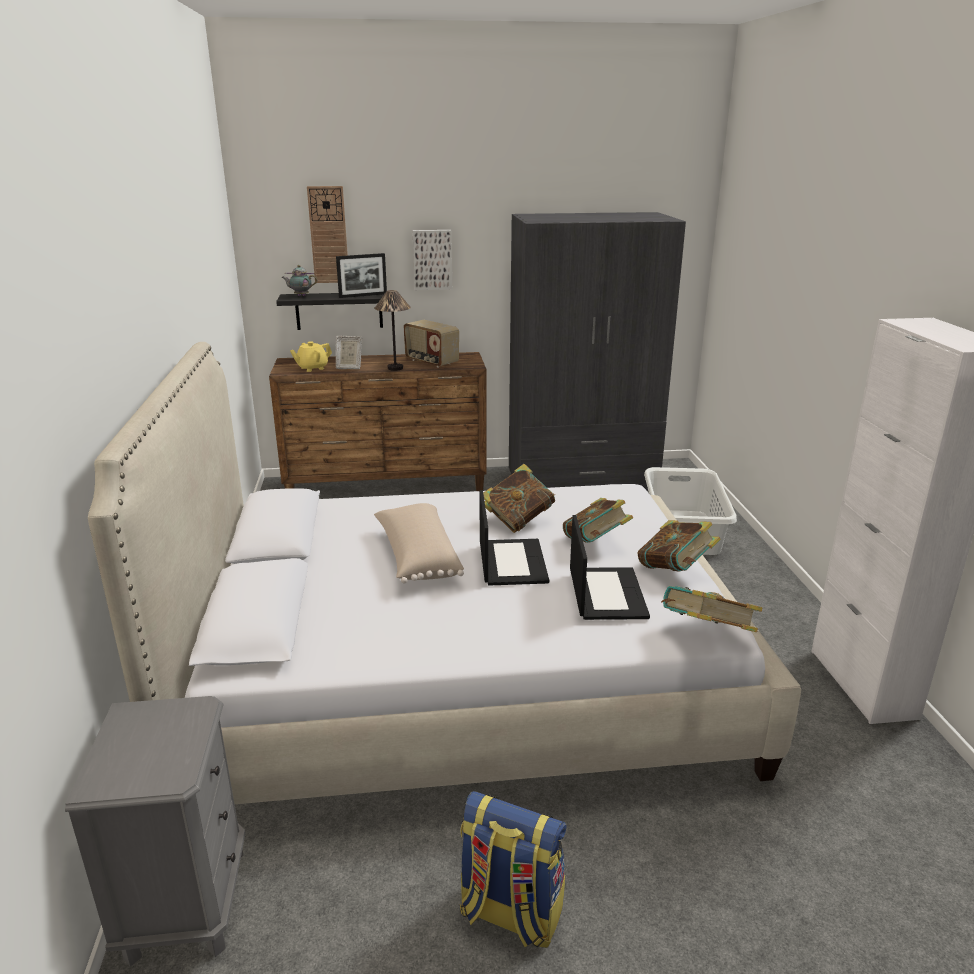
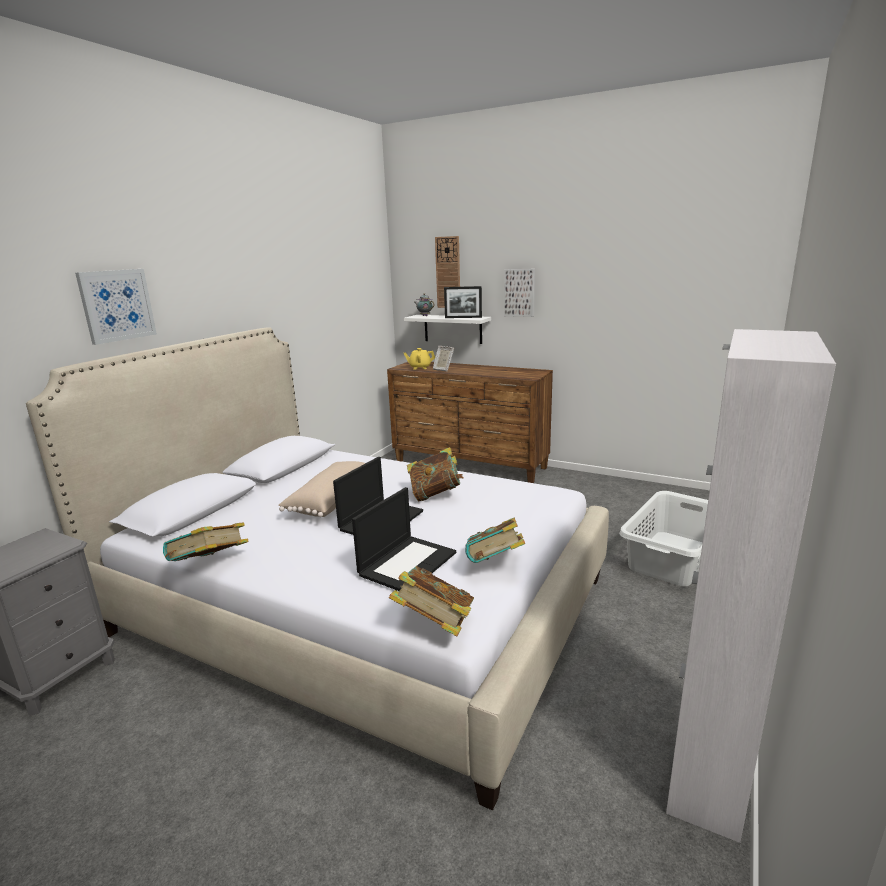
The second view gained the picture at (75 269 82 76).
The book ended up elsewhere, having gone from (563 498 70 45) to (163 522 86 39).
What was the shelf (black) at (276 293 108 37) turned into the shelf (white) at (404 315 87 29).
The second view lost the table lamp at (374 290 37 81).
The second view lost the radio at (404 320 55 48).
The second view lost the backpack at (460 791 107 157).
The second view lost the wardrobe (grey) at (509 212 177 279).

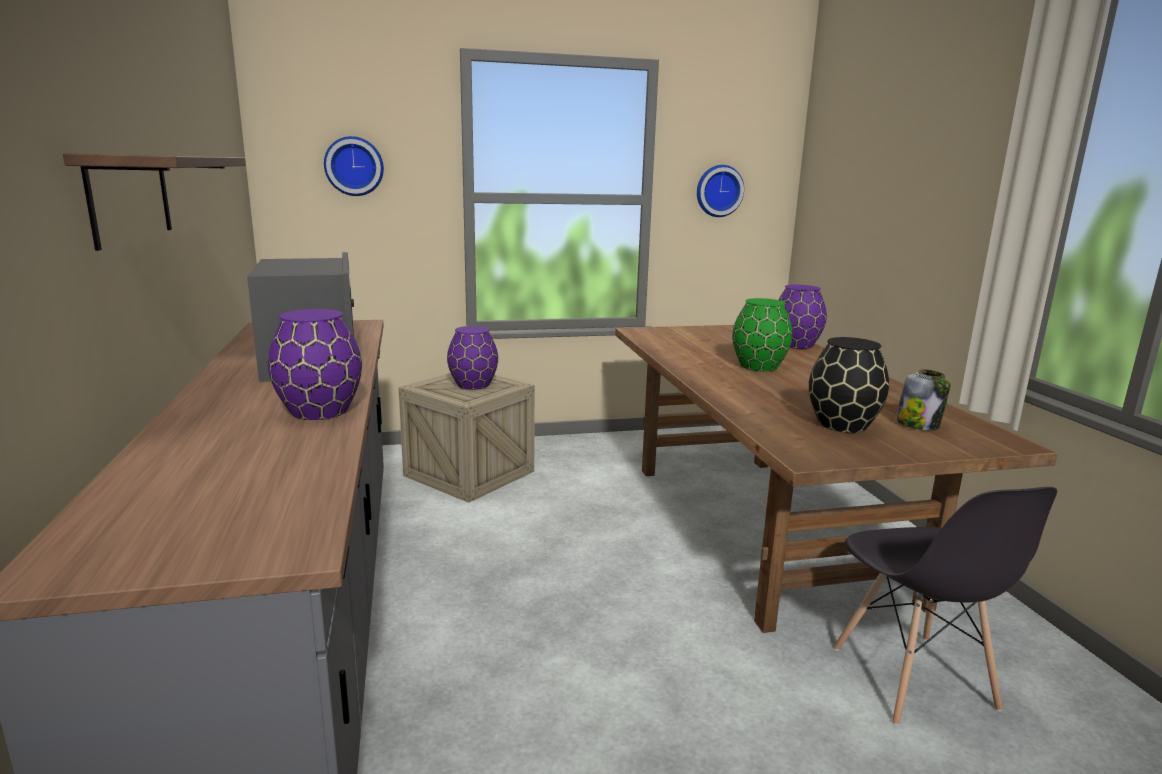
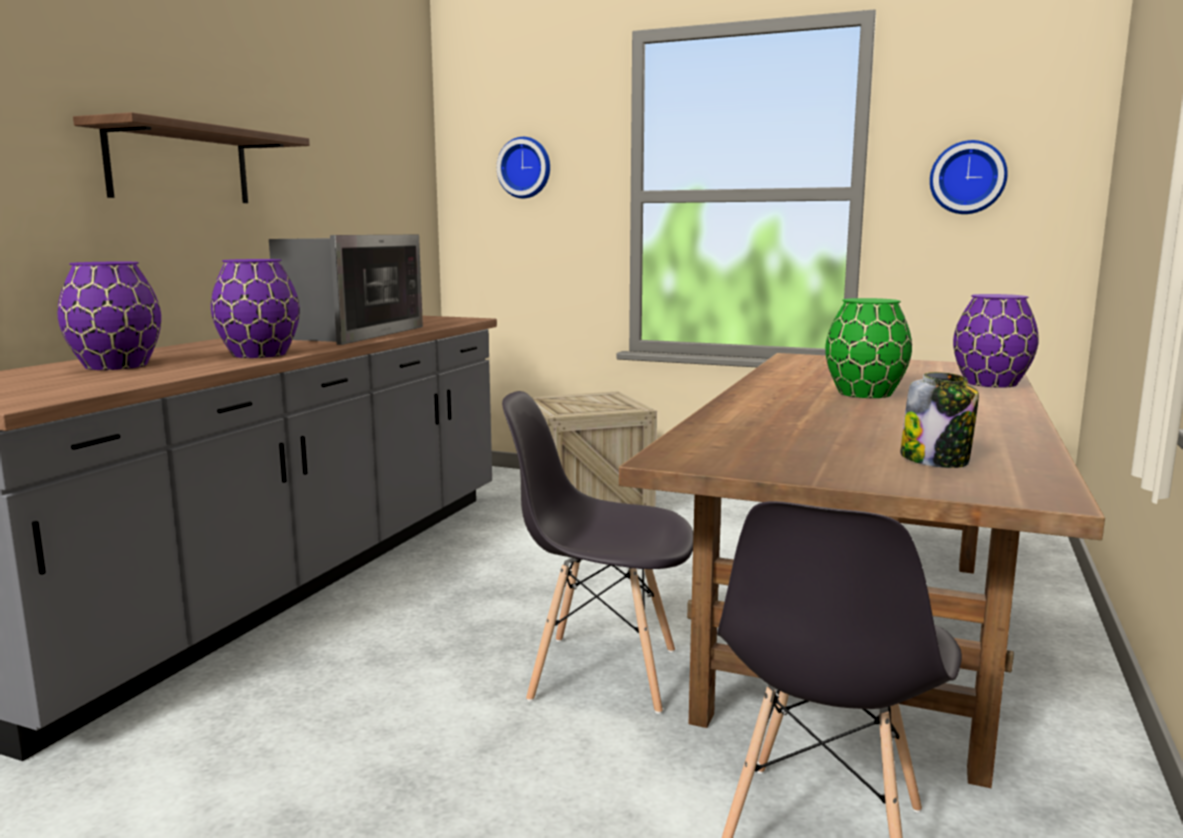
The vase (purple) ended up elsewhere, having gone from (447 326 51 64) to (57 262 104 108).
The second view gained the chair (grey) at (502 391 191 323).
The second view lost the vase (black) at (809 337 80 96).

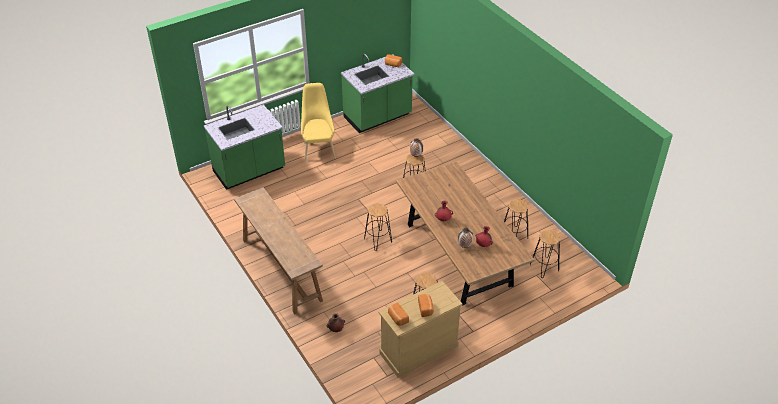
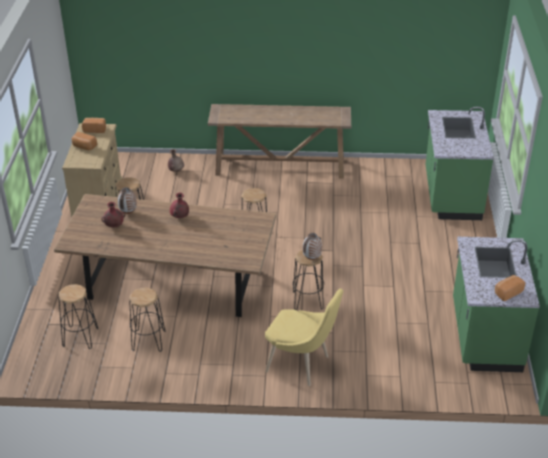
The chair (yellow) ended up elsewhere, having gone from (301 83 35 79) to (265 289 78 97).

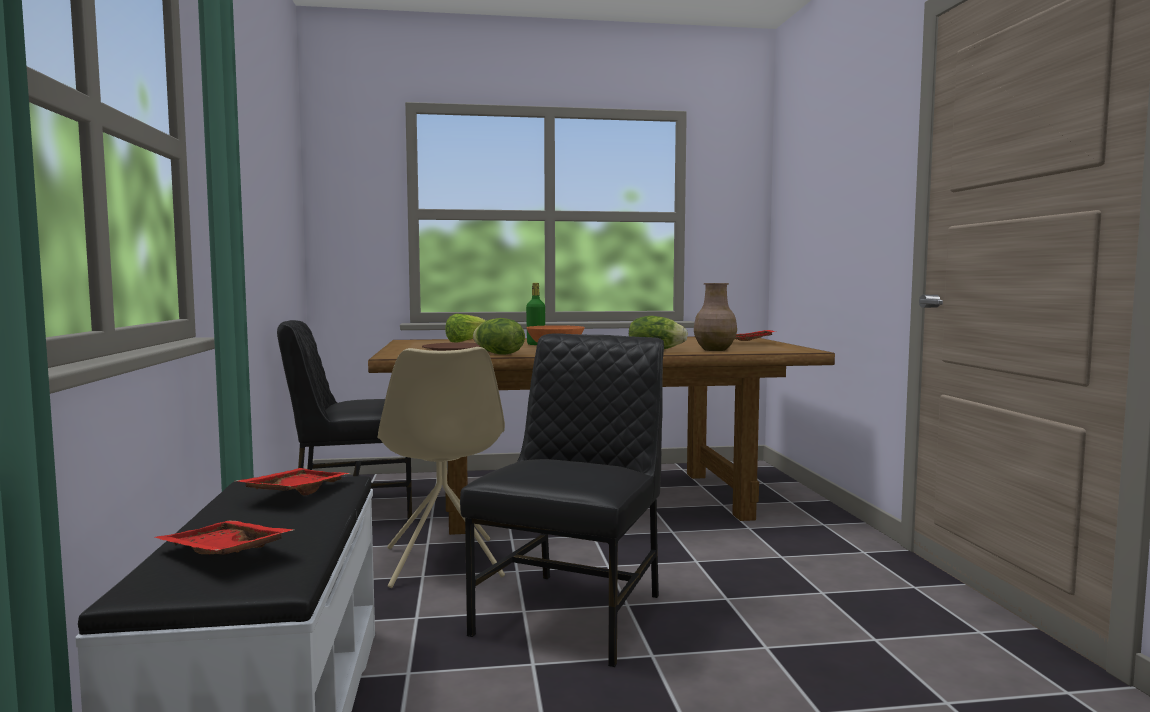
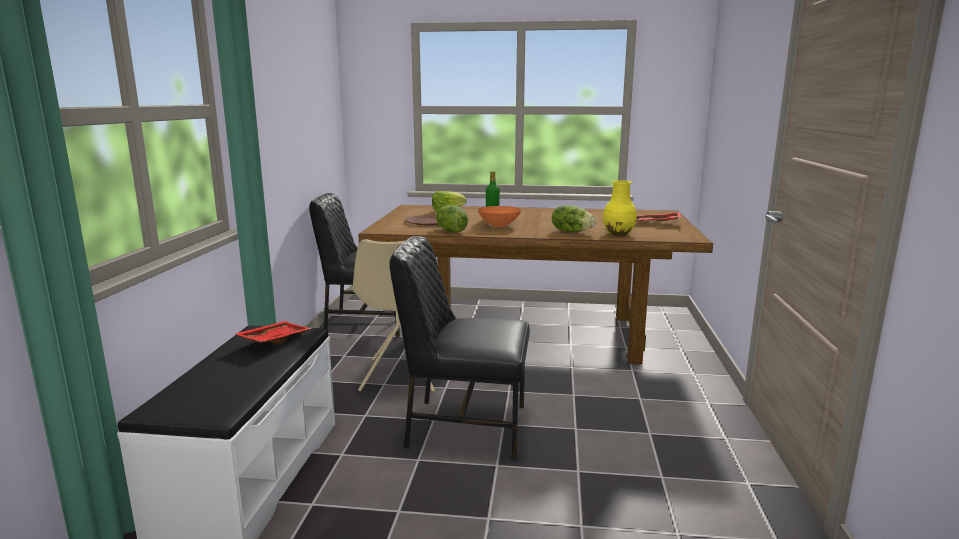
The chair (black) at (460 333 204 334) ended up facing another way, 120 degrees counterclockwise from before.
What was the vase (brown) at (694 283 43 68) turned into the vase (yellow) at (602 180 35 56).
The second view lost the tray (red) at (155 521 139 34).

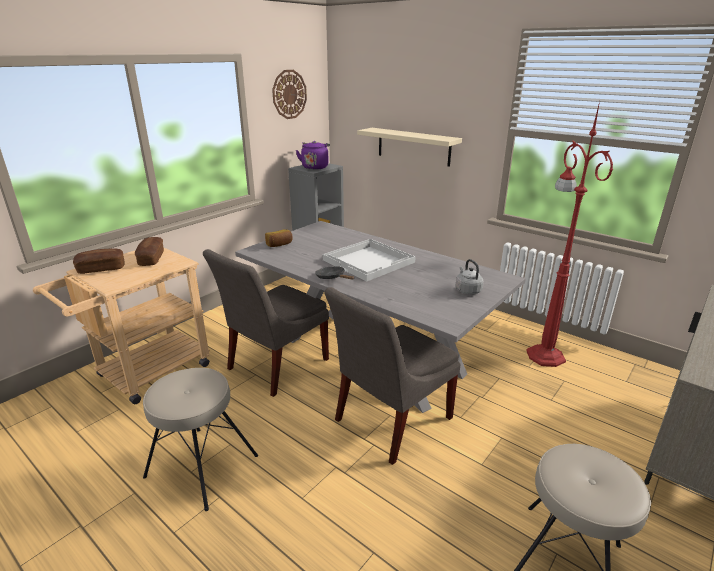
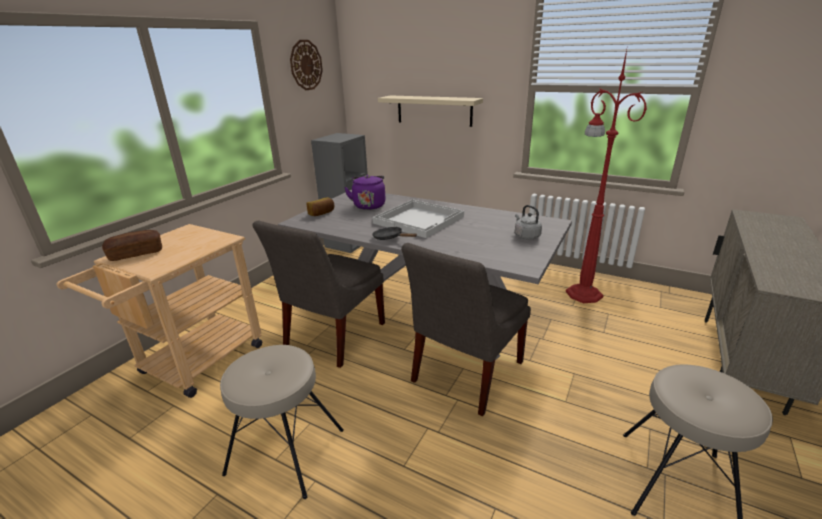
The kettle (purple) ended up elsewhere, having gone from (296 141 34 29) to (344 175 42 35).
The second view lost the bread at (135 237 29 29).

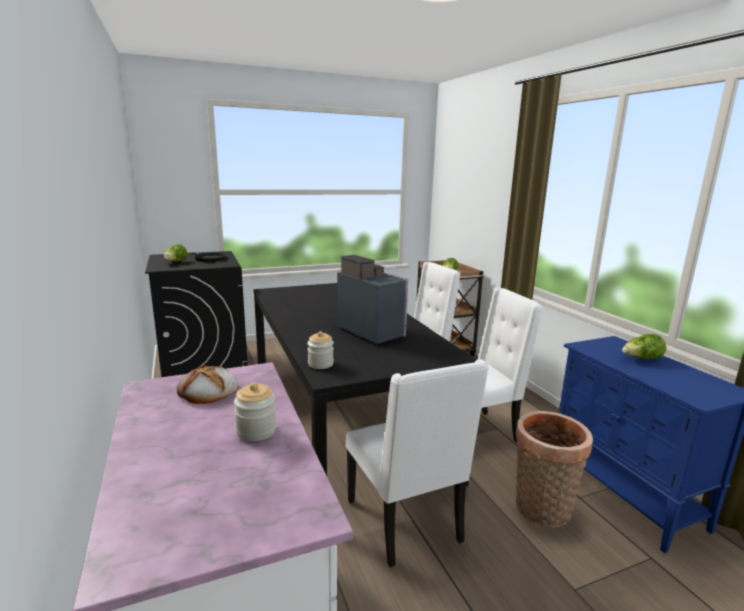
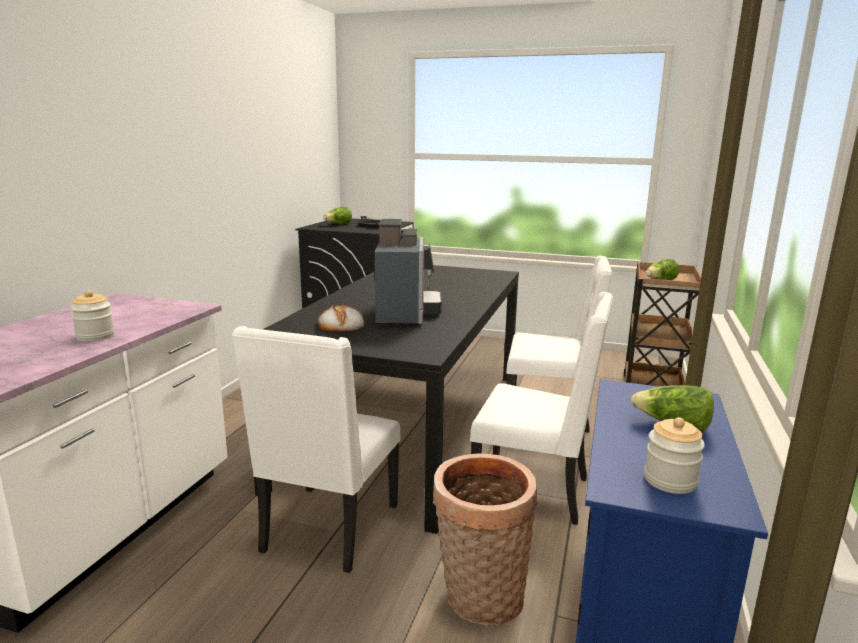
The bread ended up elsewhere, having gone from (177 365 61 39) to (318 304 46 28).
The jar ended up elsewhere, having gone from (307 331 27 38) to (644 417 61 77).

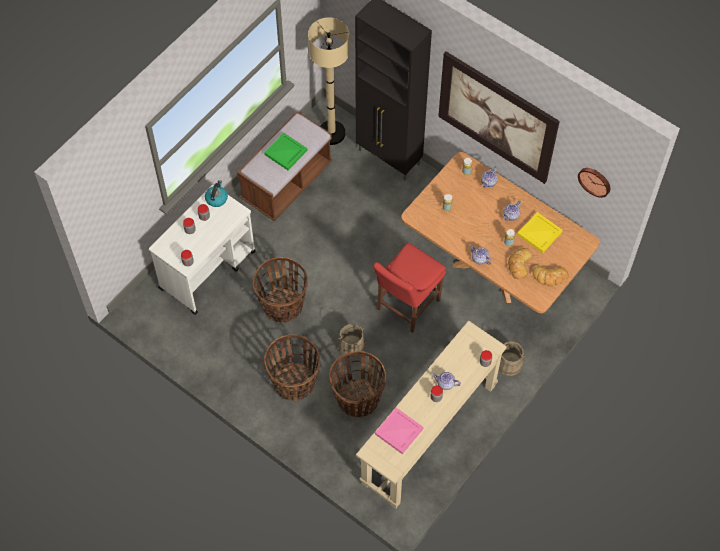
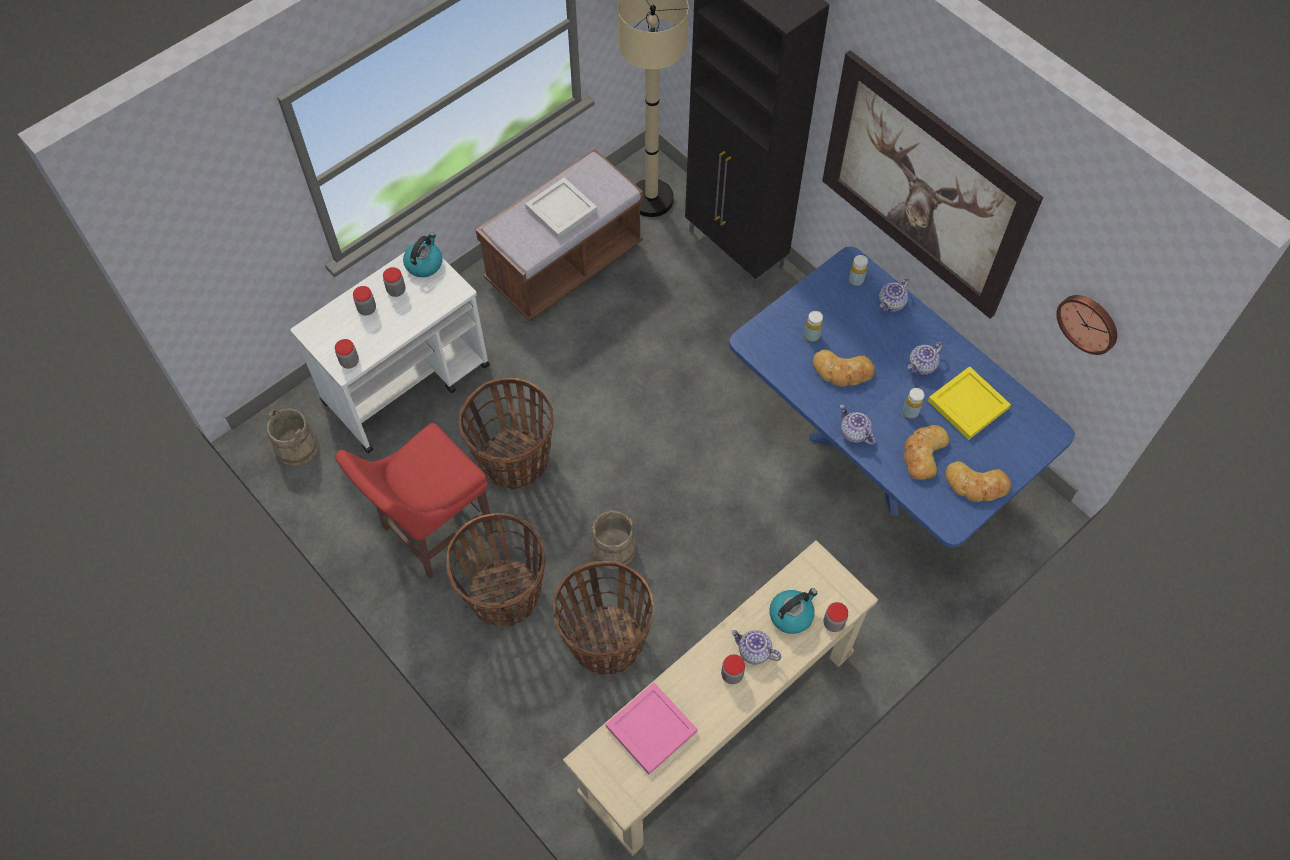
The bucket (beige) ended up elsewhere, having gone from (499 341 26 35) to (267 408 51 58).
The chair (red) ended up elsewhere, having gone from (373 243 73 90) to (335 423 158 156).
What was the tray (green) at (264 133 43 37) turned into the tray (white) at (525 177 72 62).
What was the dining table (brown) at (401 152 199 161) turned into the dining table (blue) at (729 246 346 302).
The second view gained the kettle at (770 588 47 46).
The second view gained the bread at (813 349 62 37).

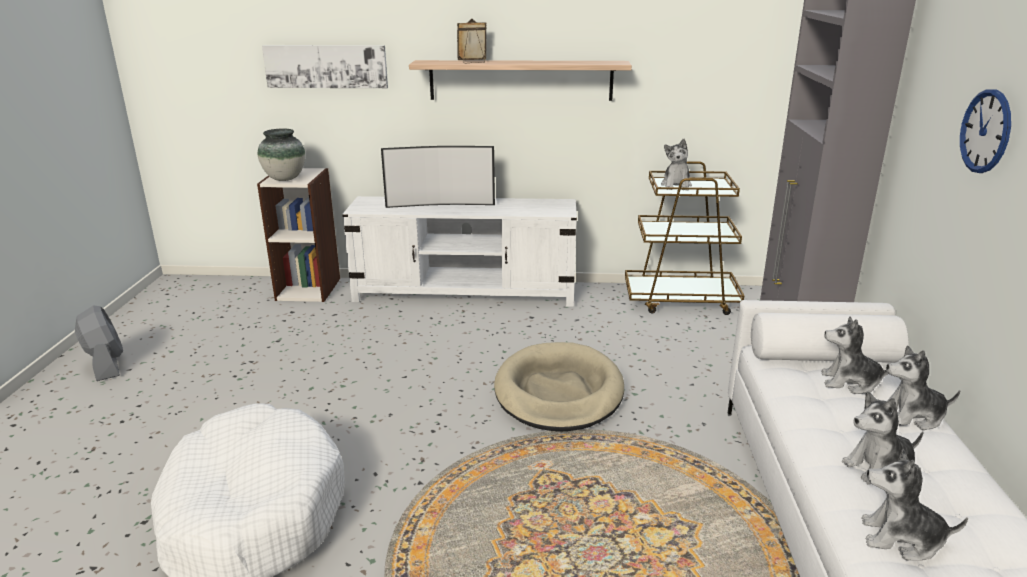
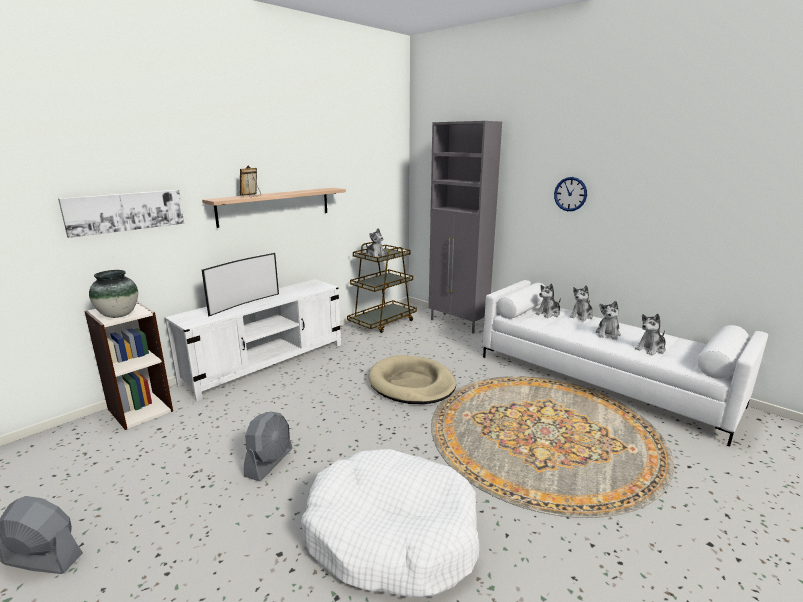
The second view gained the fan (grey) at (244 412 48 69).

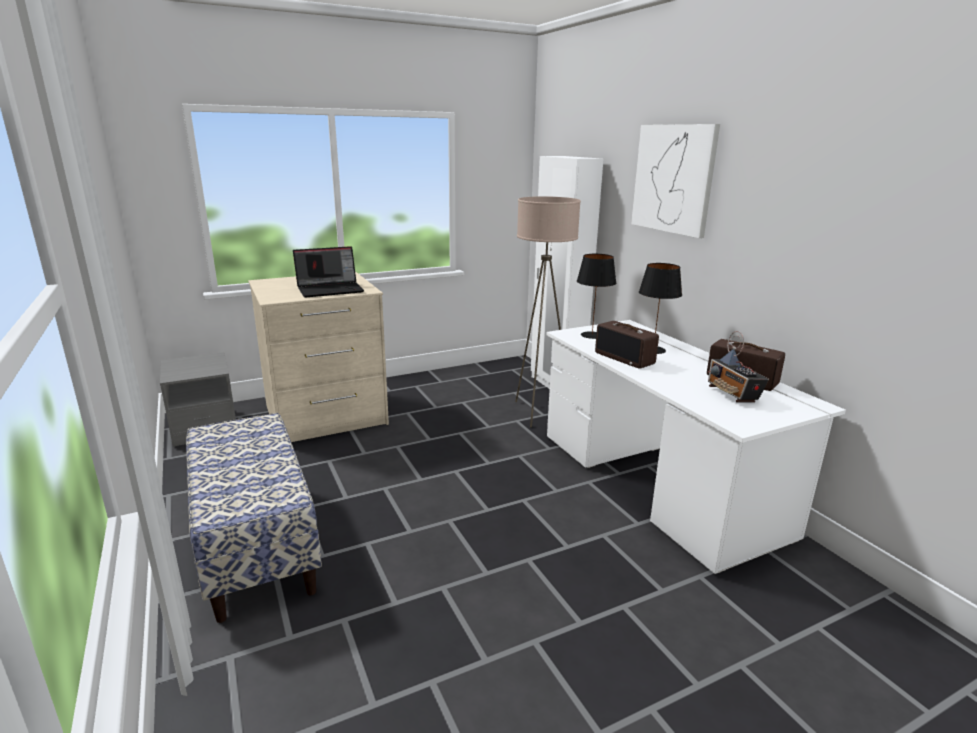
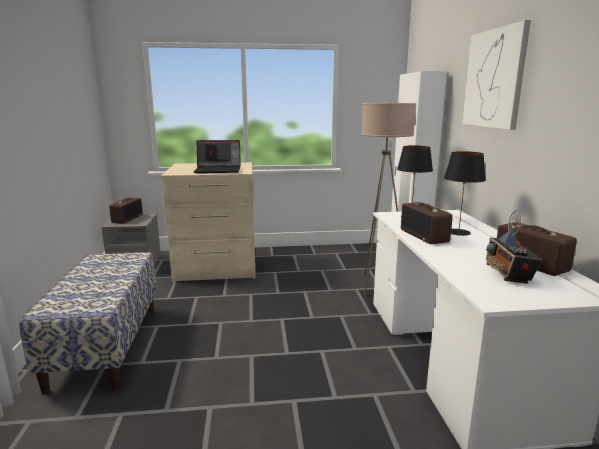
The second view gained the radio at (109 198 34 26).

